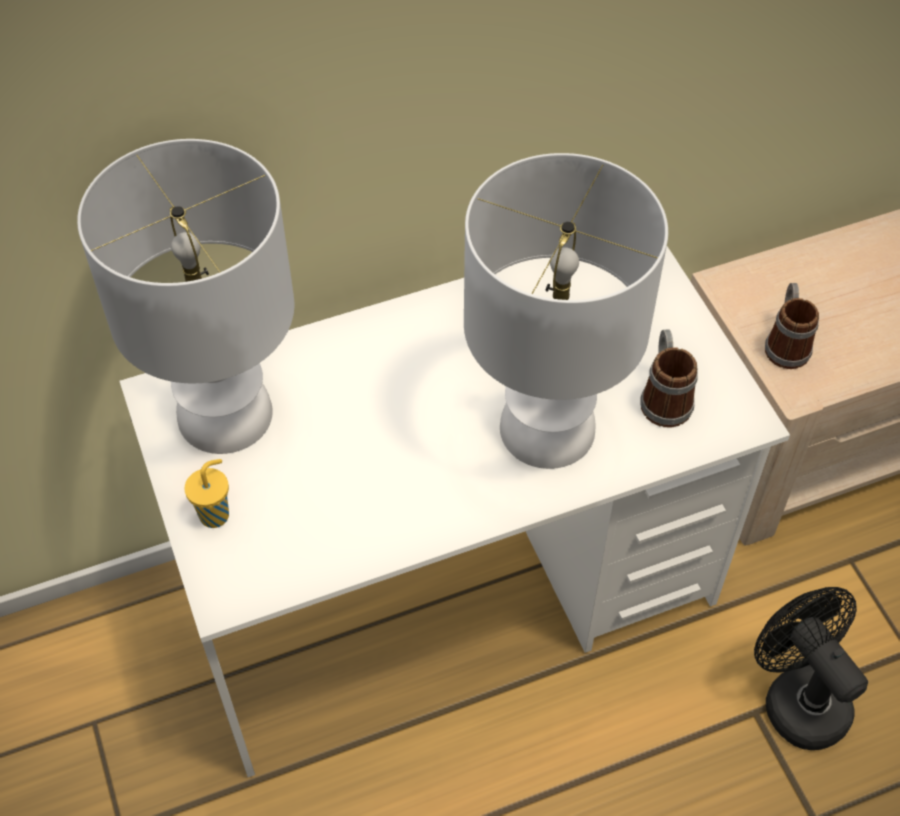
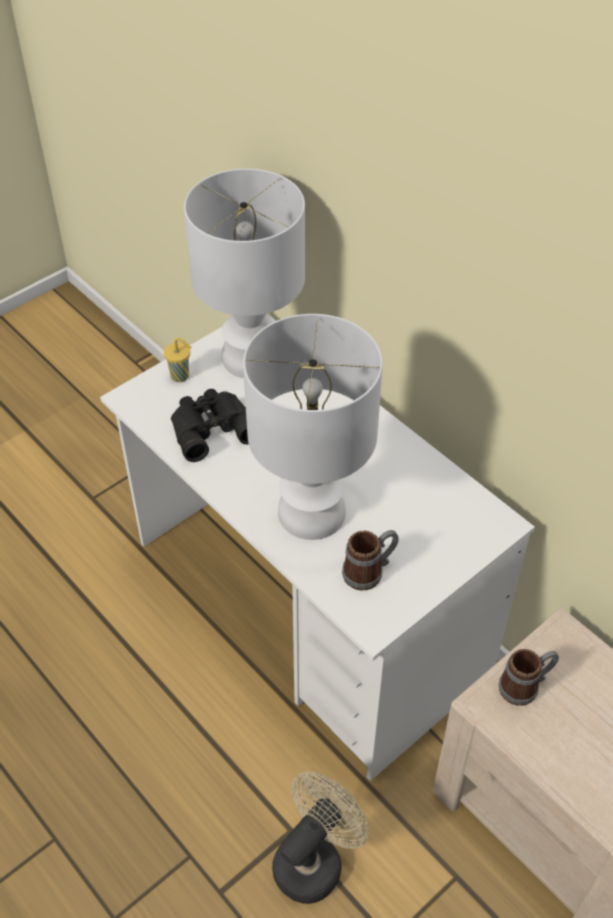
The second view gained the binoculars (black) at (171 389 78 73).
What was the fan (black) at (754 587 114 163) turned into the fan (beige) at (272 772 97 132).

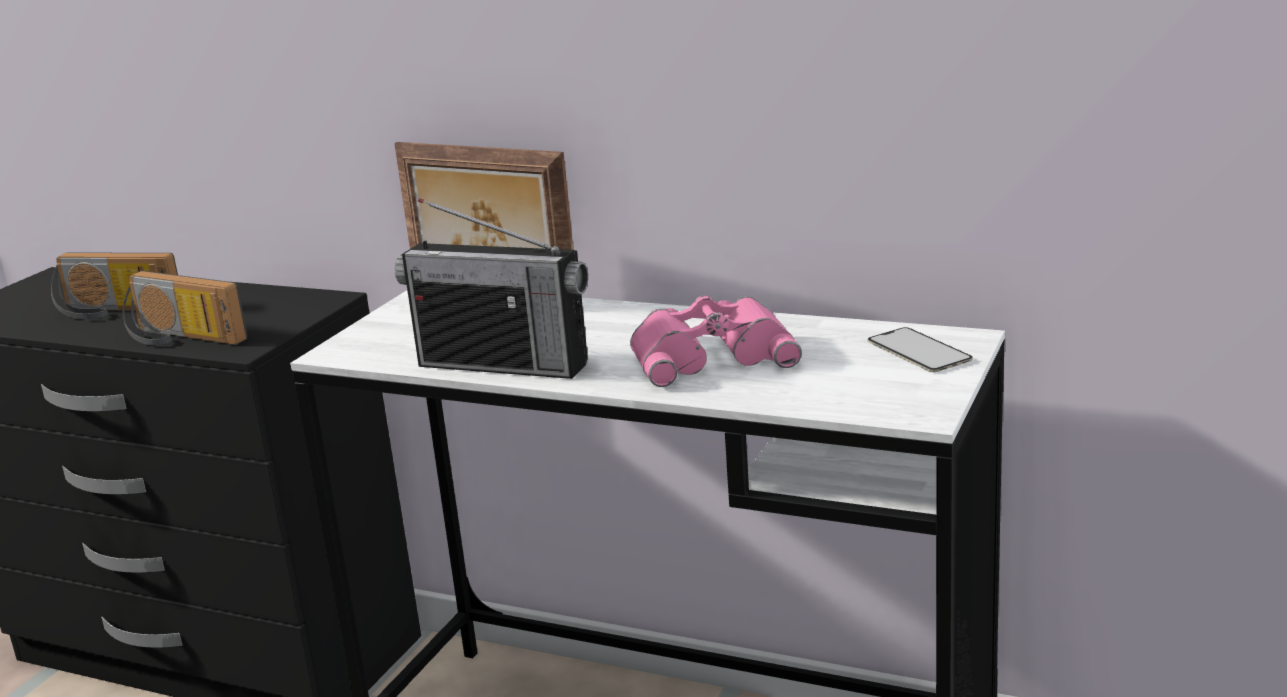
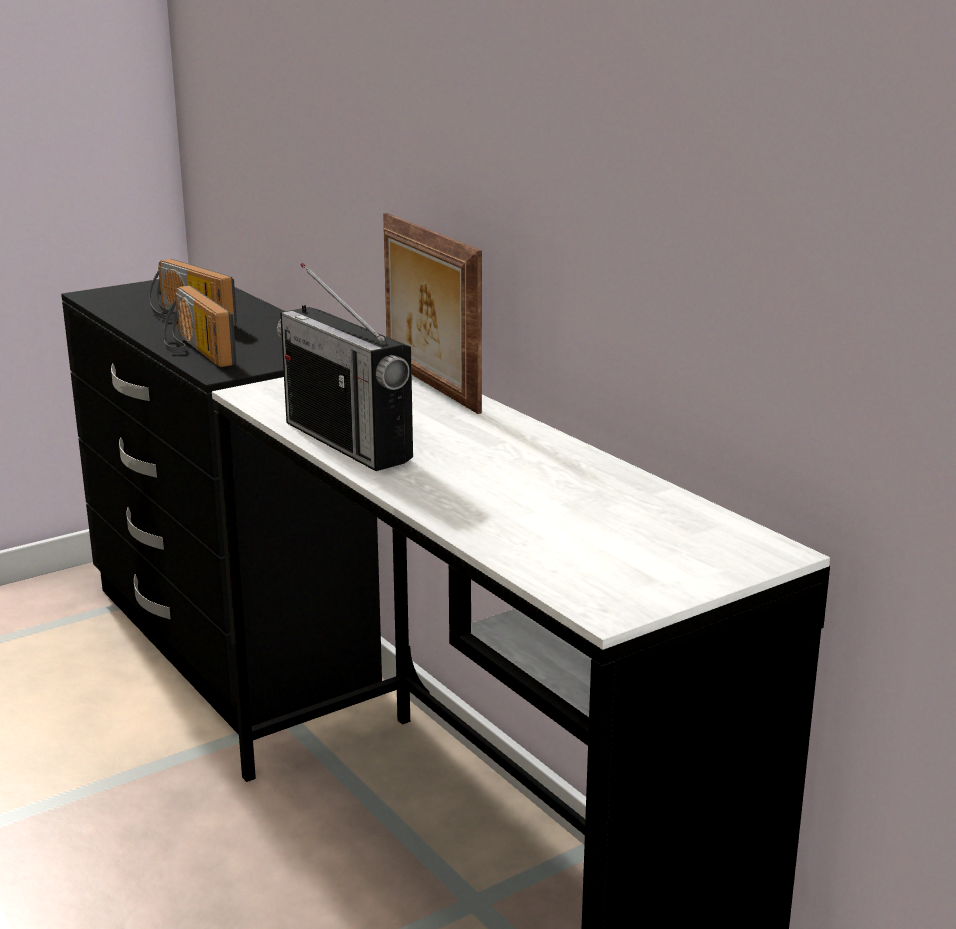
The second view lost the binoculars (pink) at (630 295 172 92).
The second view lost the phone at (868 327 105 45).

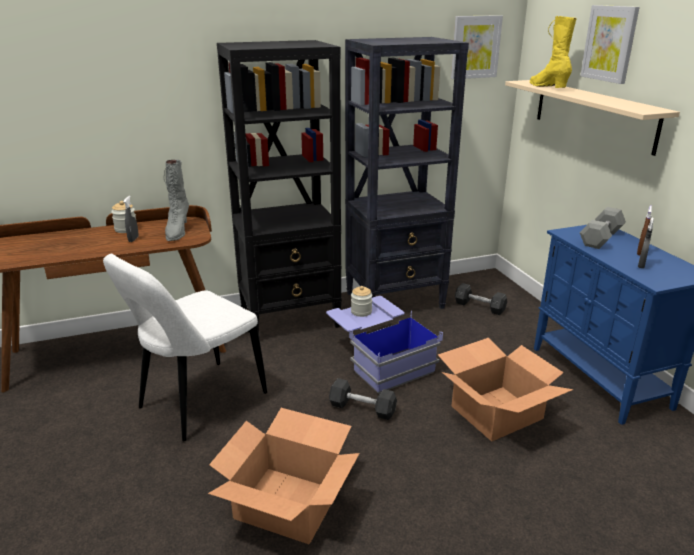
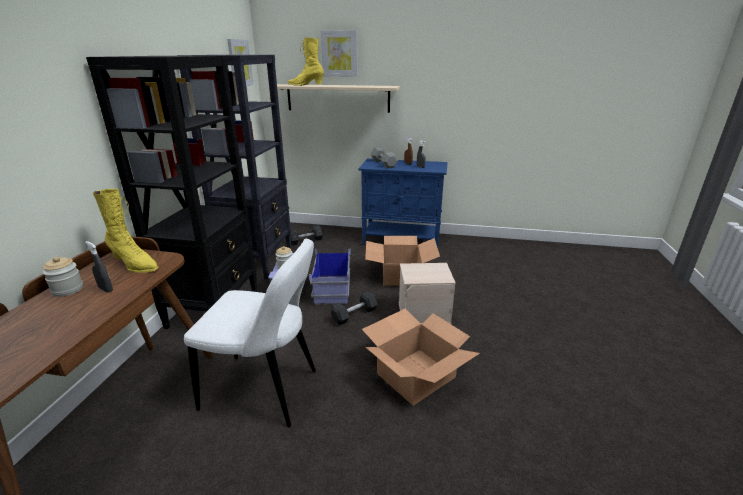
What was the boot (grey) at (164 160 25 81) turned into the boot (yellow) at (93 189 65 84).
The chair (white) at (103 254 164 187) ended up facing another way, 60 degrees counterclockwise from before.
The second view gained the storage box (beige) at (399 263 57 61).

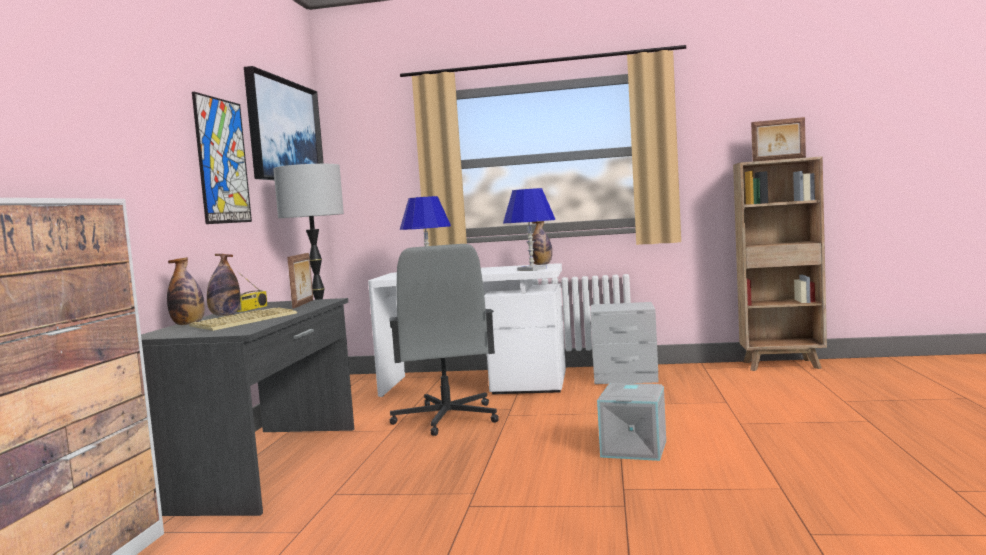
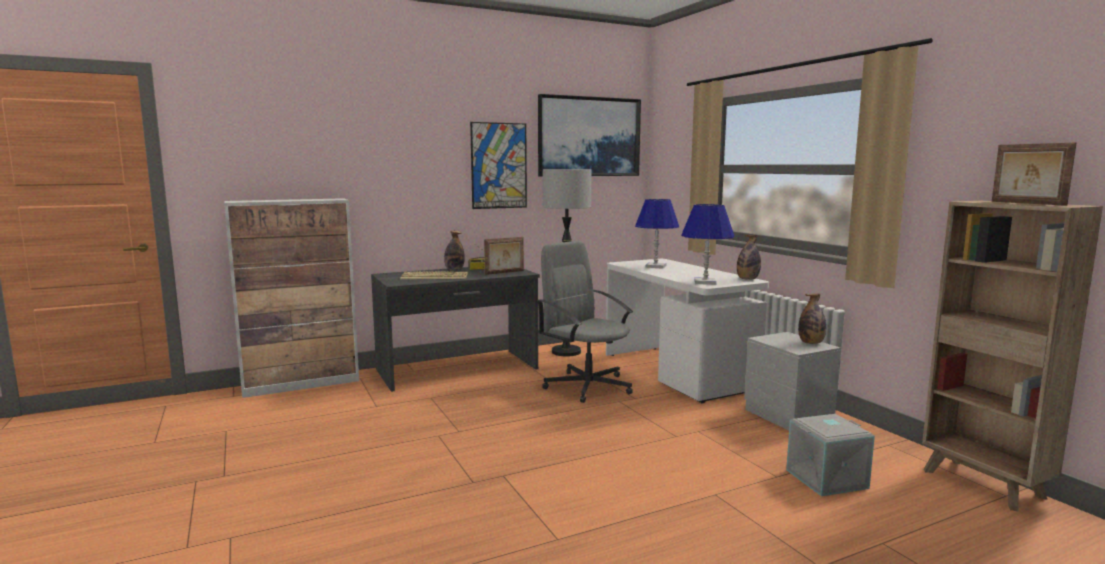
The office chair (grey) at (389 244 110 192) ended up facing another way, 90 degrees clockwise from before.
The storage box (grey) ended up elsewhere, having gone from (597 383 69 78) to (786 414 89 82).
The bottle ended up elsewhere, having gone from (167 257 38 68) to (798 293 28 51).

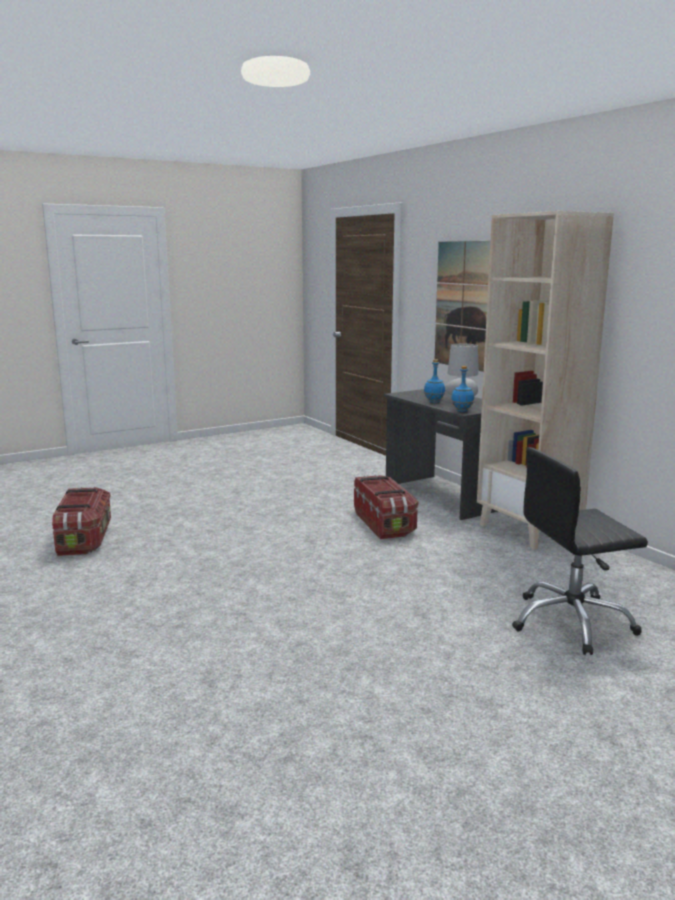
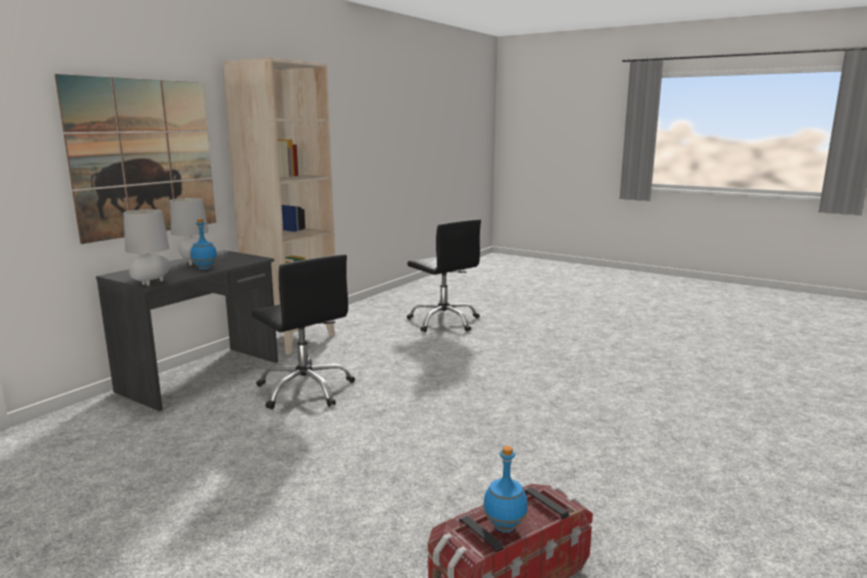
The second view gained the table lamp (grey) at (123 209 47 77).
Where the storage box stood at (354 475 64 64), the office chair (black) came to stand at (251 254 104 155).
The bottle (blue) ended up elsewhere, having gone from (451 366 23 46) to (483 446 45 86).

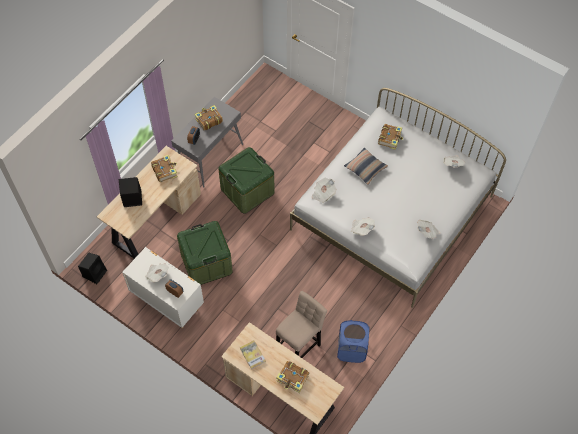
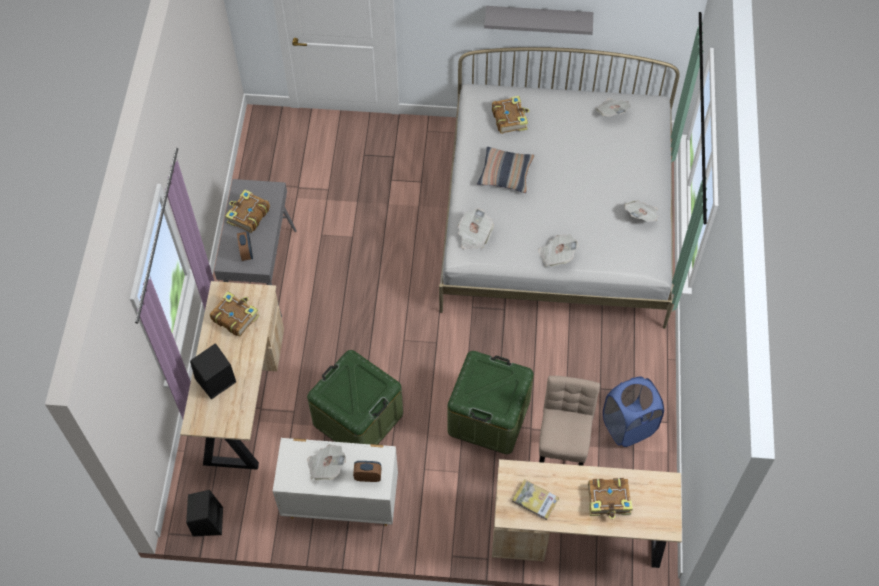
The storage box (green) ended up elsewhere, having gone from (218 147 56 67) to (447 351 87 103).
The second view gained the shelf (grey) at (484 6 109 29).

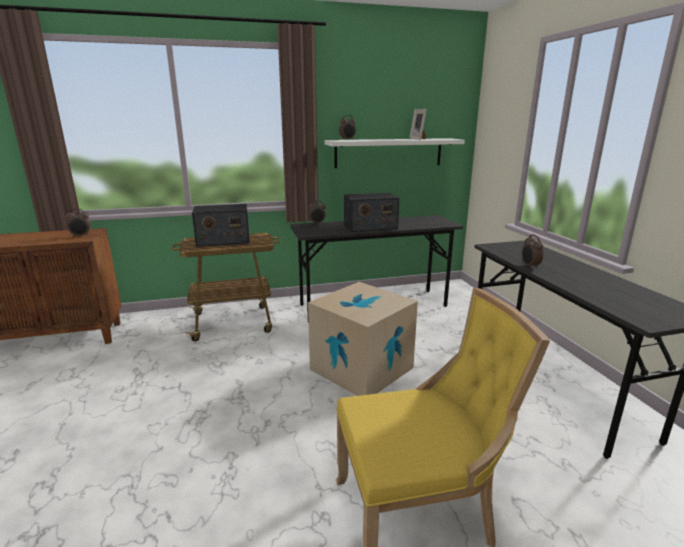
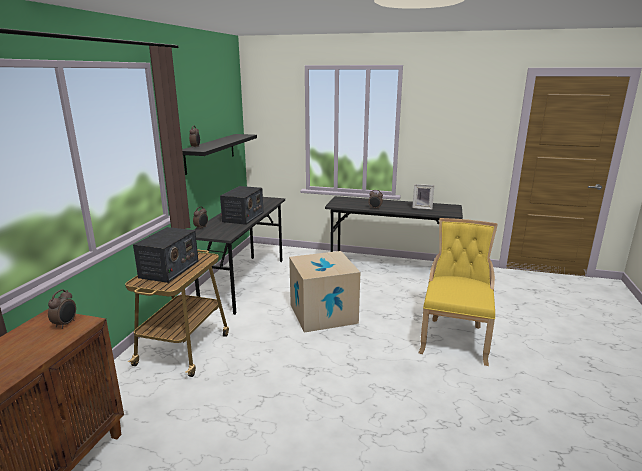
What was the shelf (white) at (324 138 141 30) turned into the shelf (black) at (182 134 75 41).
The picture frame ended up elsewhere, having gone from (409 109 18 31) to (412 184 22 25).

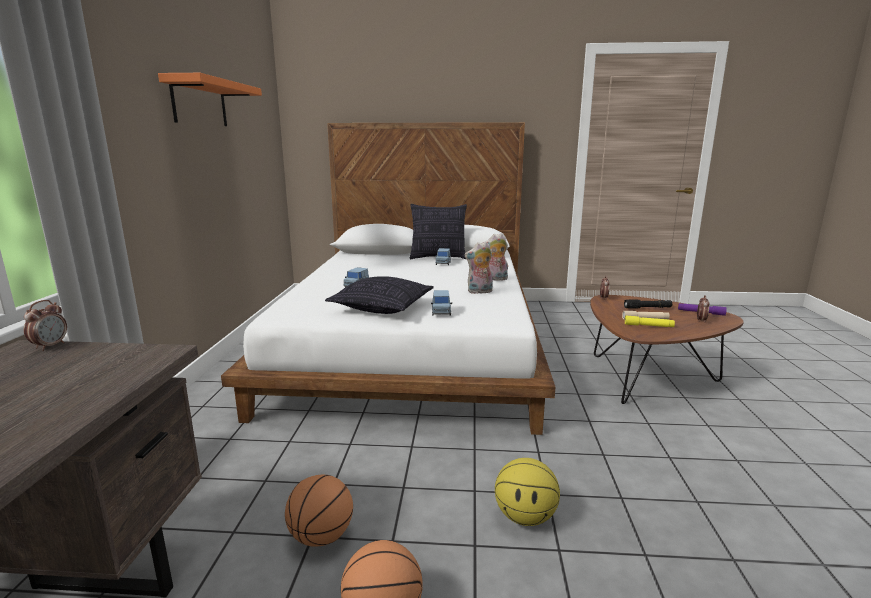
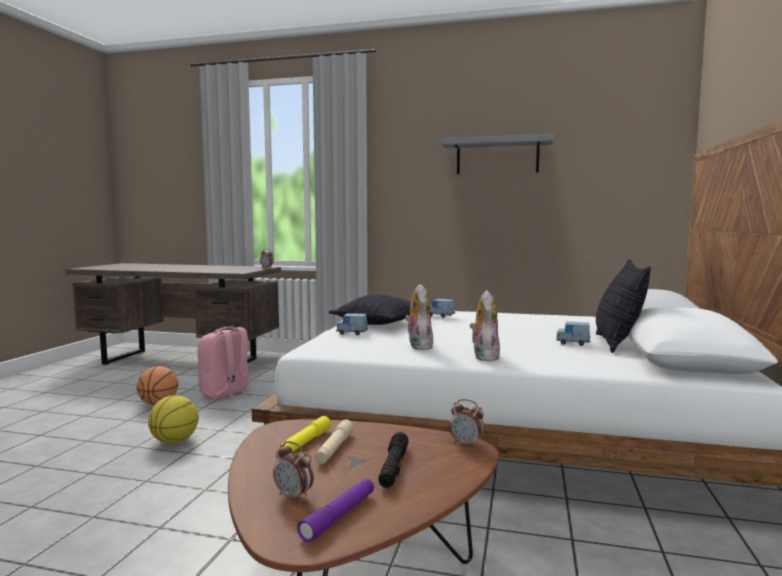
Where the basketball stood at (285 475 68 72), the backpack (pink) came to stand at (198 327 56 73).
What was the shelf (orange) at (158 73 104 53) turned into the shelf (grey) at (441 134 113 40).

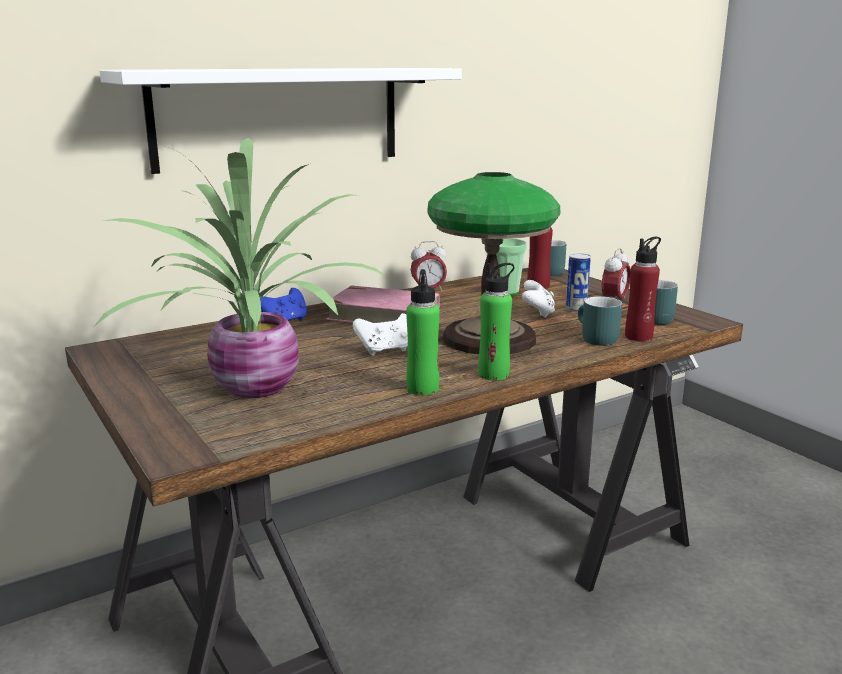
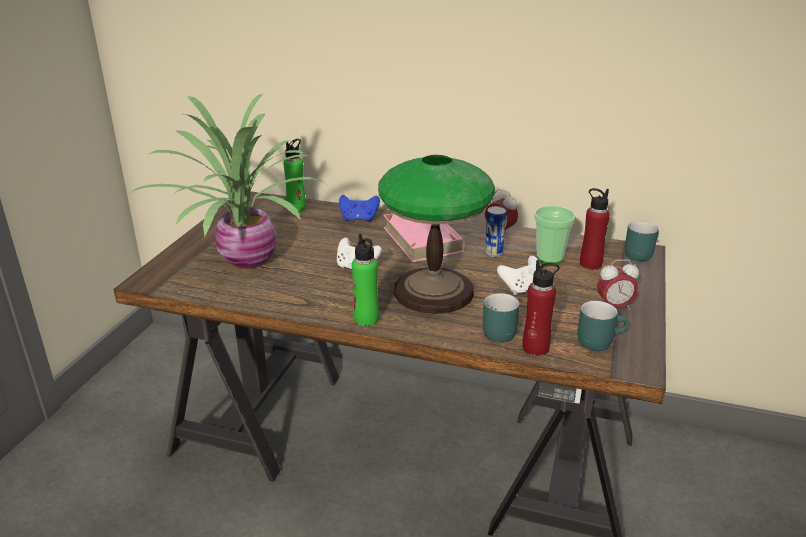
The bottle (green) ended up elsewhere, having gone from (406 269 34 126) to (283 139 23 72).
The can ended up elsewhere, having gone from (566 253 25 59) to (485 206 21 51).
The second view lost the shelf (white) at (100 68 362 106).

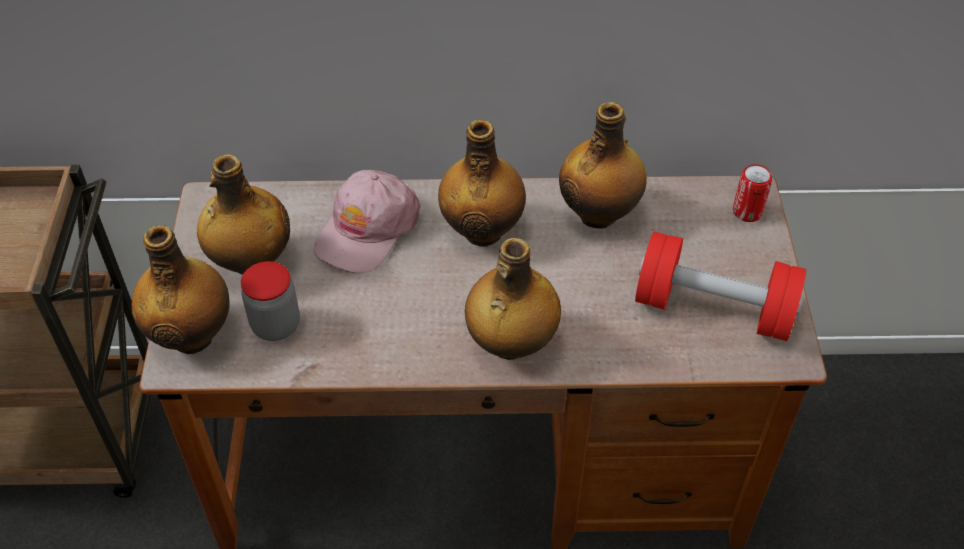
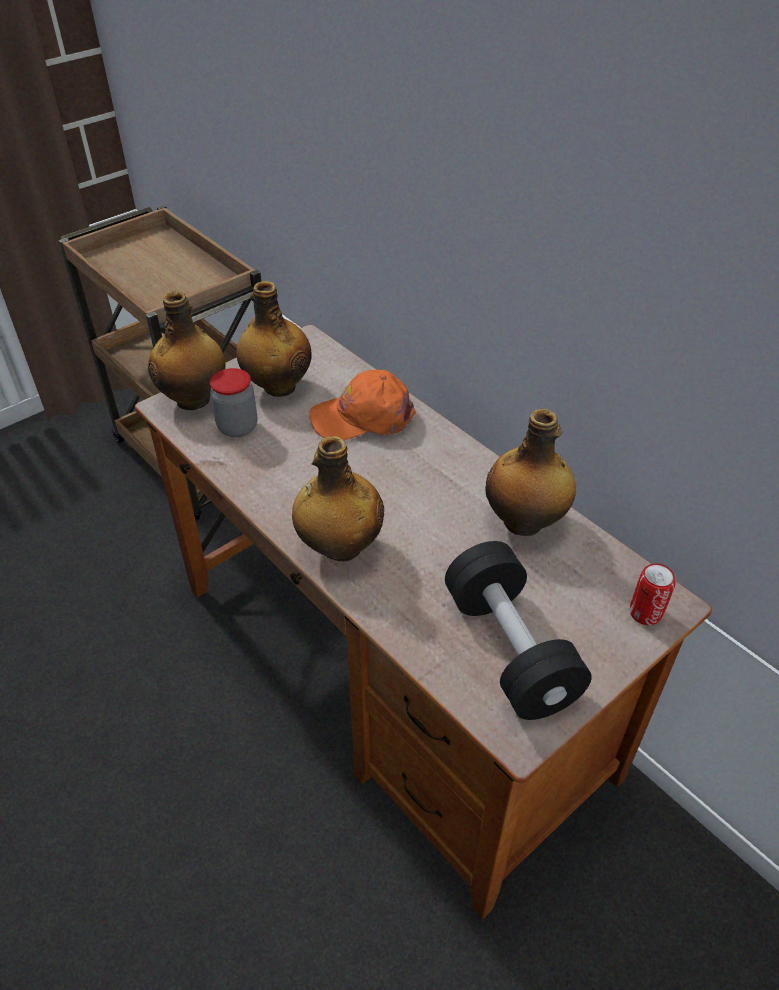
What was the cap (pink) at (313 170 108 104) turned into the cap (orange) at (309 370 107 70).
What was the dumbbell (red) at (635 232 171 109) turned into the dumbbell (black) at (445 541 147 179).
The second view lost the bottle at (438 119 88 128).

